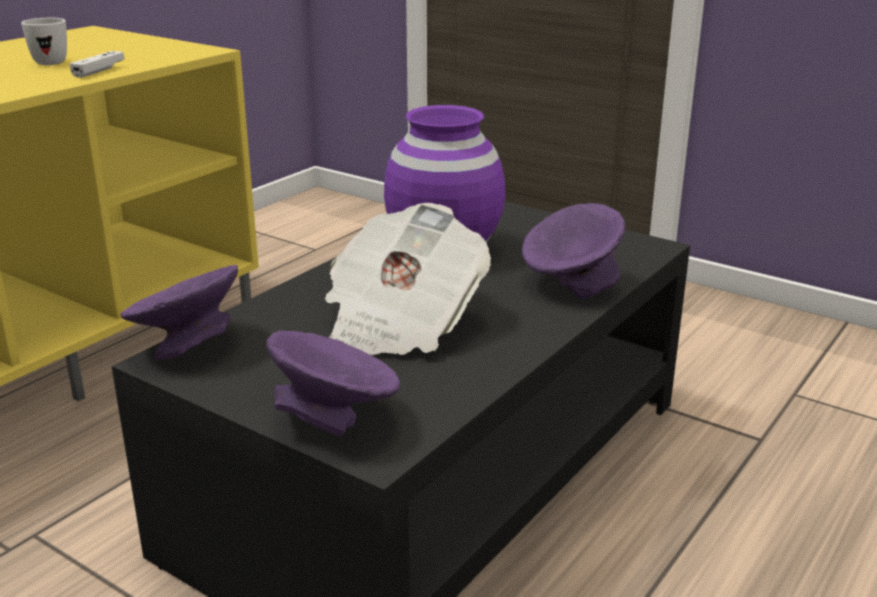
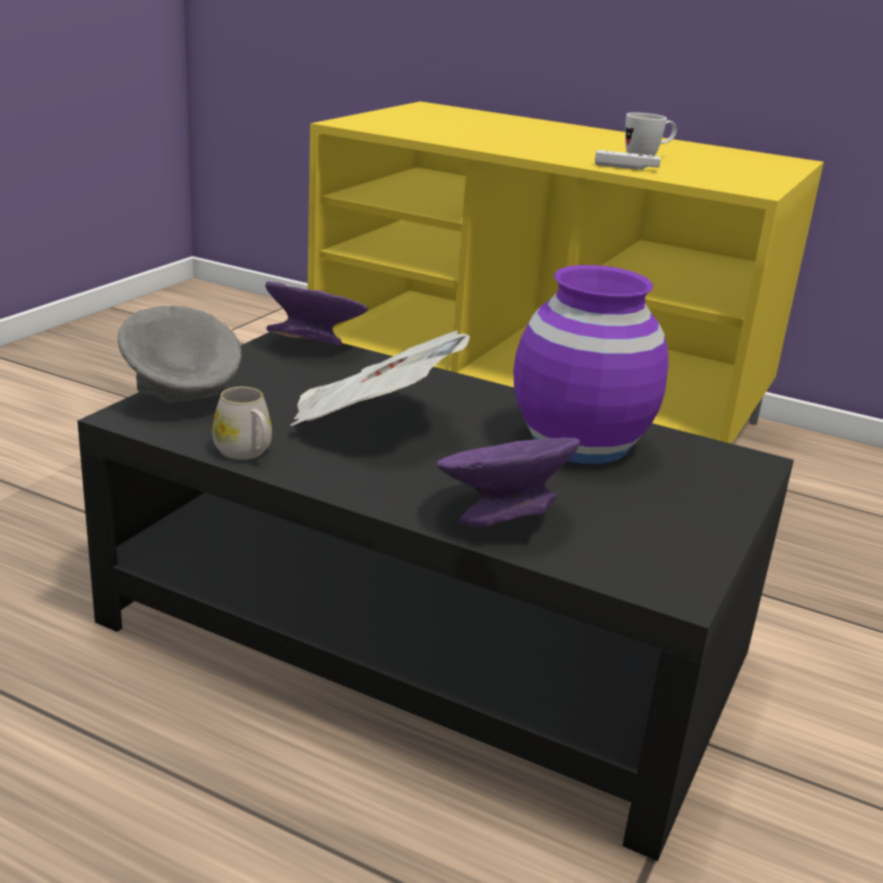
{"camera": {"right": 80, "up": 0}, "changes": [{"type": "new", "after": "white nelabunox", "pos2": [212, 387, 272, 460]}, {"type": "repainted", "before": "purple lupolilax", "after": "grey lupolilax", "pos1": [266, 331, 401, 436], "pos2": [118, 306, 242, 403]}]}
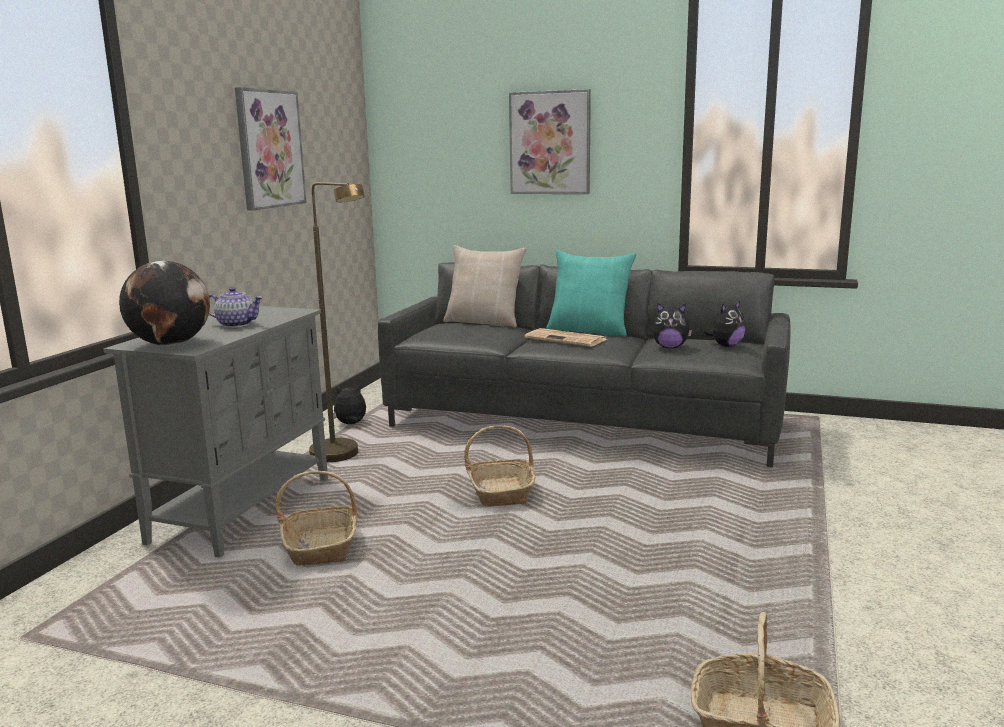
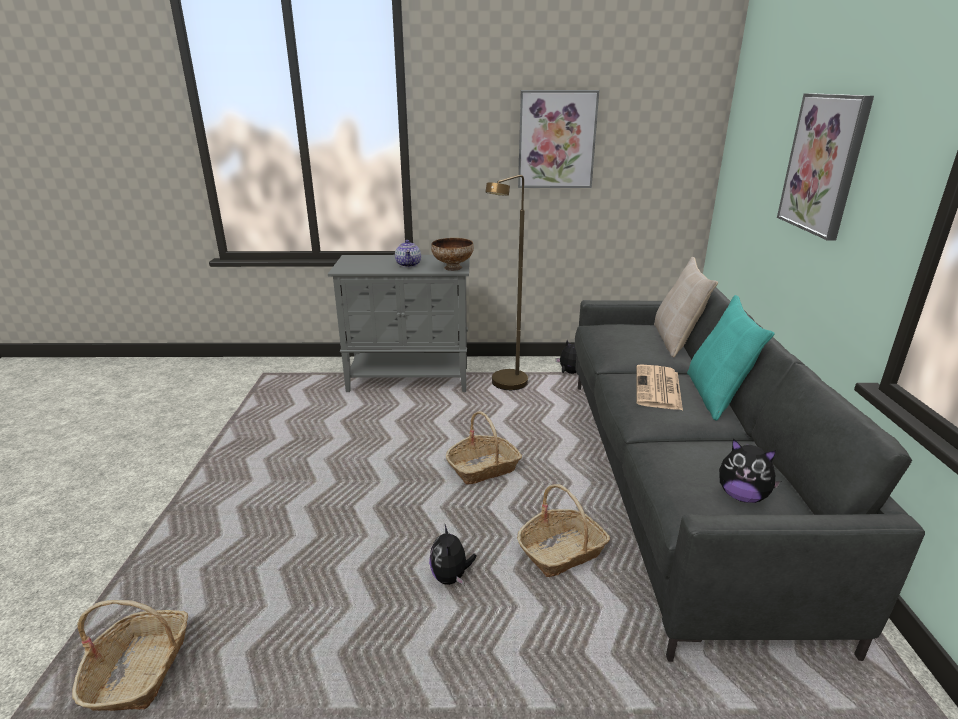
{"camera": {"right": 70, "up": 10}, "changes": [{"type": "gone", "before": "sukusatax", "pos1": [119, 261, 210, 346]}, {"type": "new", "after": "lupolilax", "pos2": [431, 238, 474, 271]}, {"type": "shifted", "before": "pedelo", "pos1": [275, 471, 358, 566], "pos2": [517, 484, 610, 577]}, {"type": "shifted", "before": "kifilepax", "pos1": [652, 303, 692, 348], "pos2": [429, 523, 476, 585]}]}
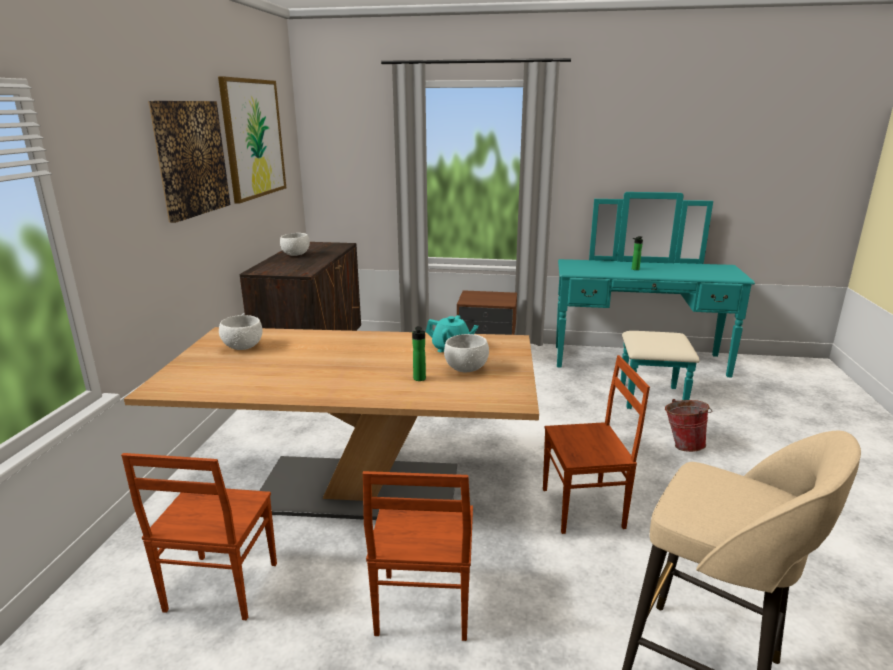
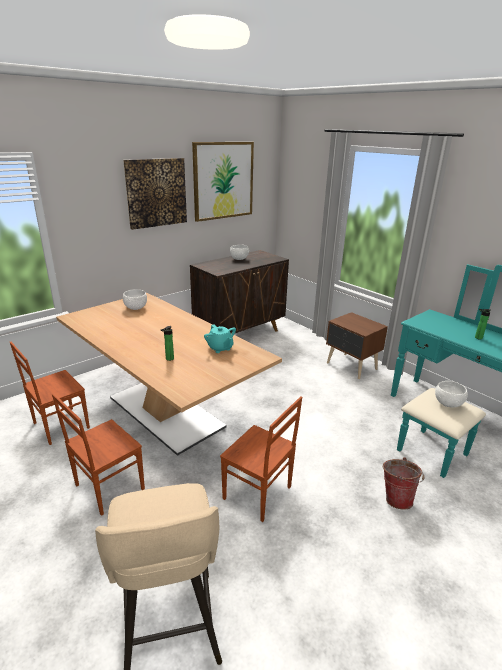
{"camera": {"right": 40, "up": 5}, "changes": [{"type": "shifted", "before": "white lupolilax", "pos1": [444, 334, 489, 372], "pos2": [435, 381, 468, 408]}]}
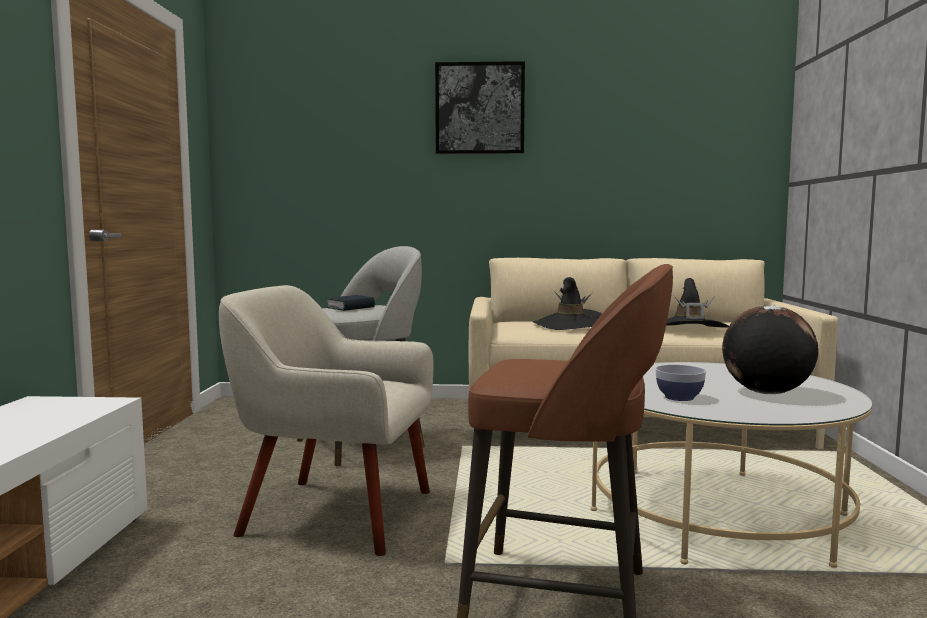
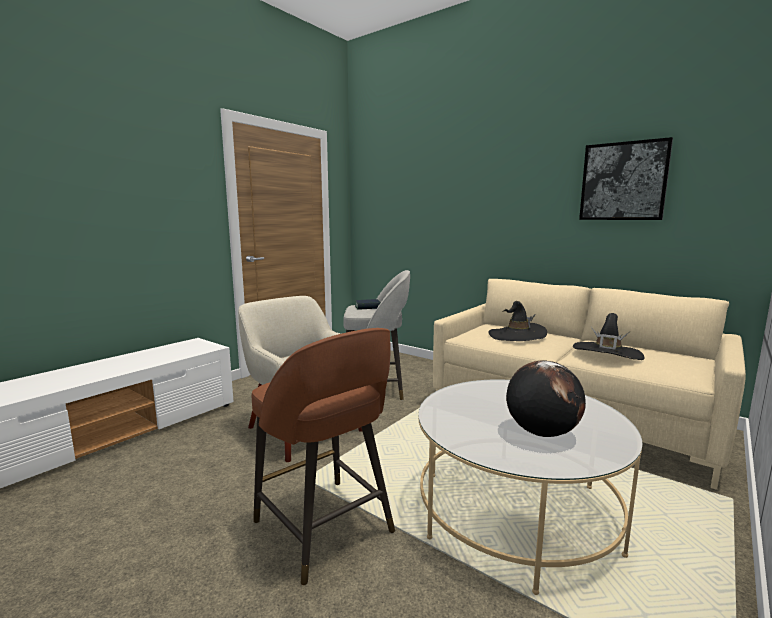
{"camera": {"right": 35, "up": 5}, "changes": [{"type": "gone", "before": "lupolilax", "pos1": [656, 365, 706, 401]}, {"type": "shifted", "before": "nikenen", "pos1": [435, 61, 525, 154], "pos2": [579, 137, 673, 220]}]}
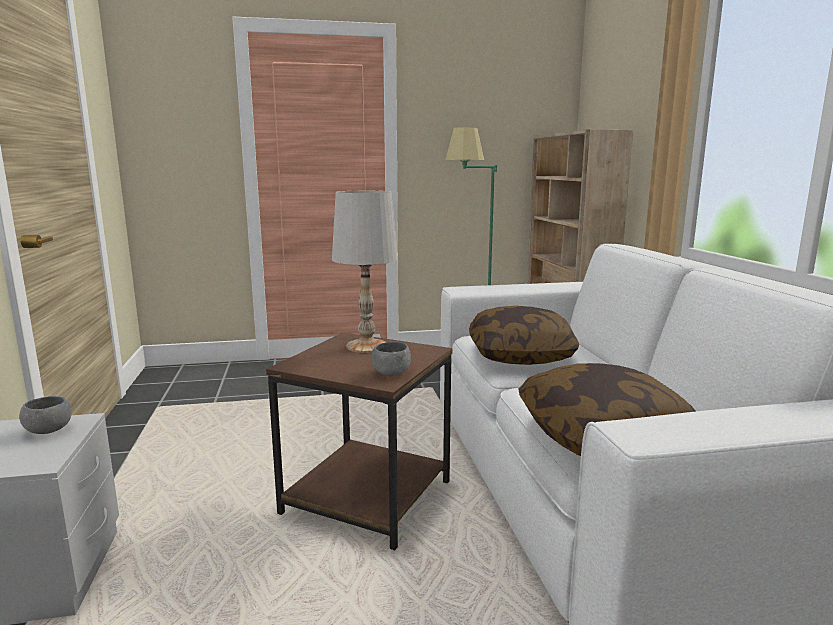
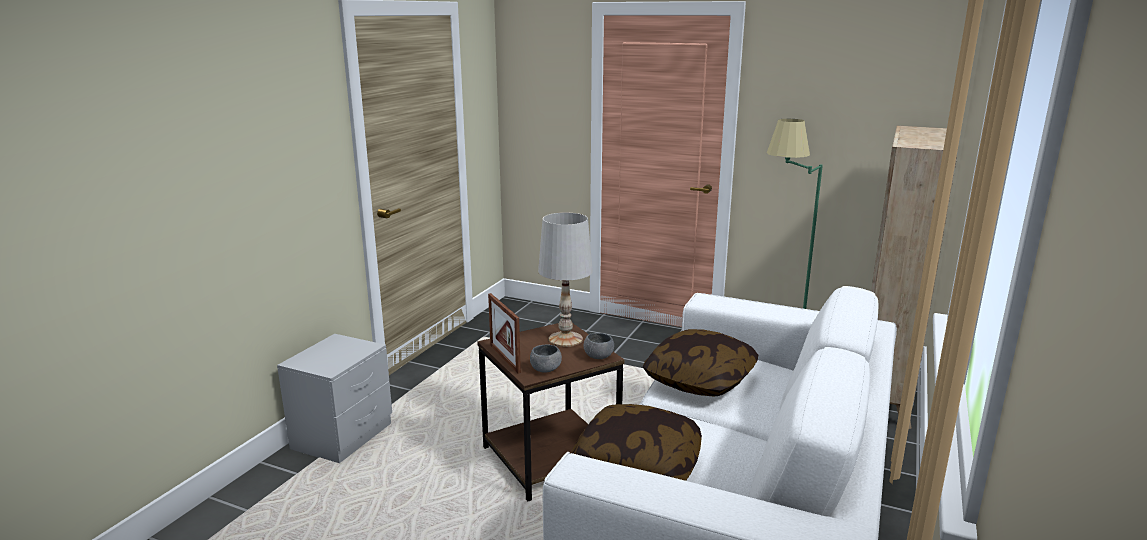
{"camera": {"right": 35, "up": 5}, "changes": [{"type": "new", "after": "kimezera", "pos2": [488, 293, 521, 374]}, {"type": "shifted", "before": "grey lupolilax", "pos1": [19, 396, 72, 434], "pos2": [584, 333, 614, 359]}]}
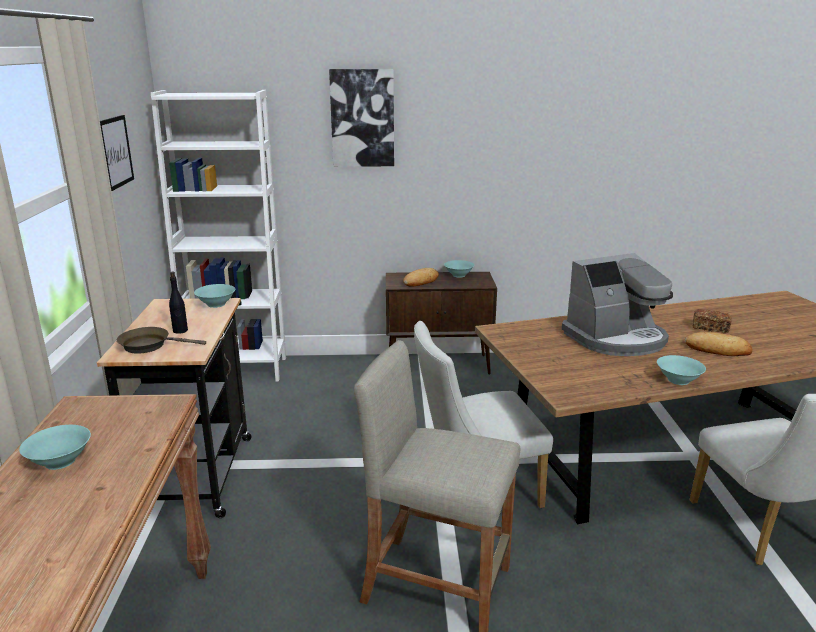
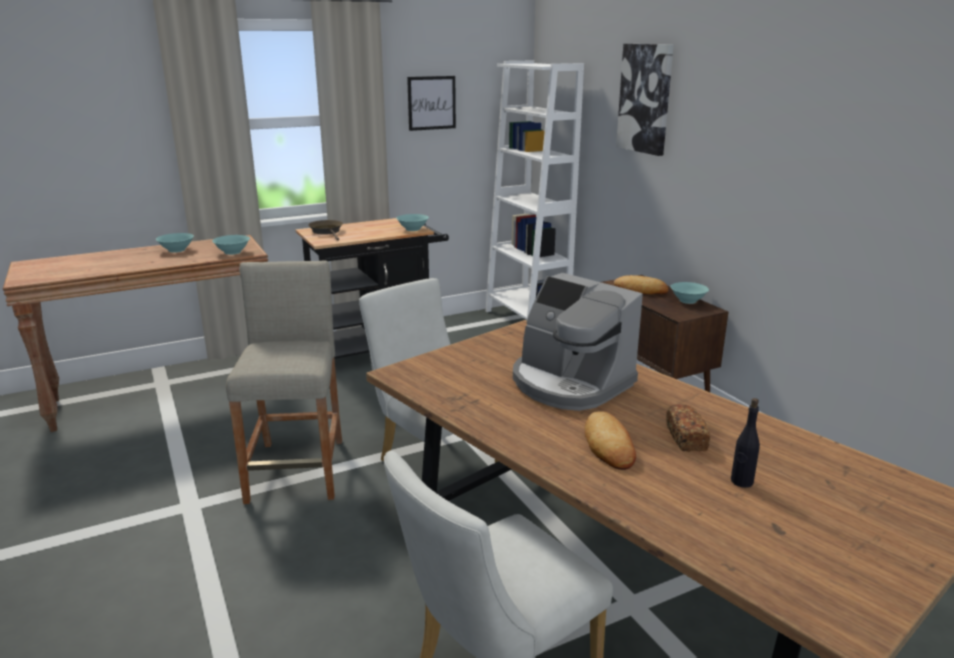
{"camera": {"right": 65, "up": 0}, "changes": [{"type": "shifted", "before": "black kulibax", "pos1": [169, 272, 188, 334], "pos2": [731, 398, 760, 488]}, {"type": "shifted", "before": "turquoise lupolilax", "pos1": [657, 355, 706, 385], "pos2": [212, 235, 250, 255]}]}
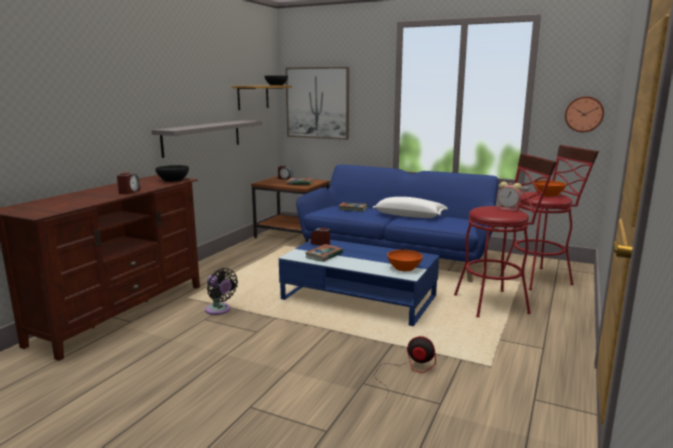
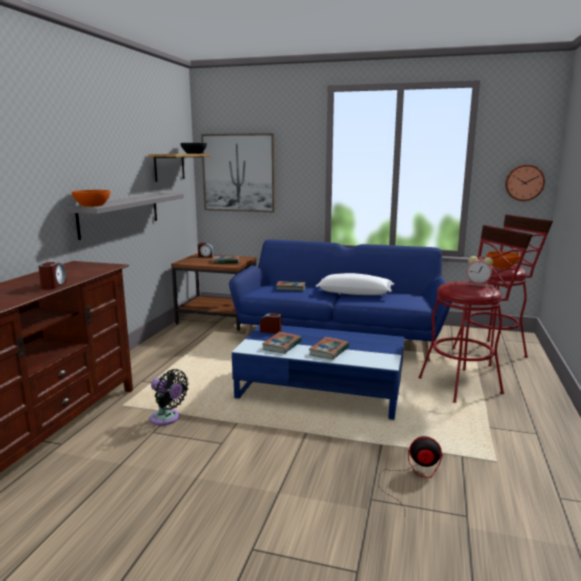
{"camera": {"right": -10, "up": 0}, "changes": [{"type": "gone", "before": "black lupolilax", "pos1": [155, 165, 189, 182]}, {"type": "new", "after": "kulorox", "pos2": [309, 337, 349, 360]}, {"type": "shifted", "before": "orange lupolilax", "pos1": [387, 250, 423, 271], "pos2": [71, 190, 110, 207]}]}
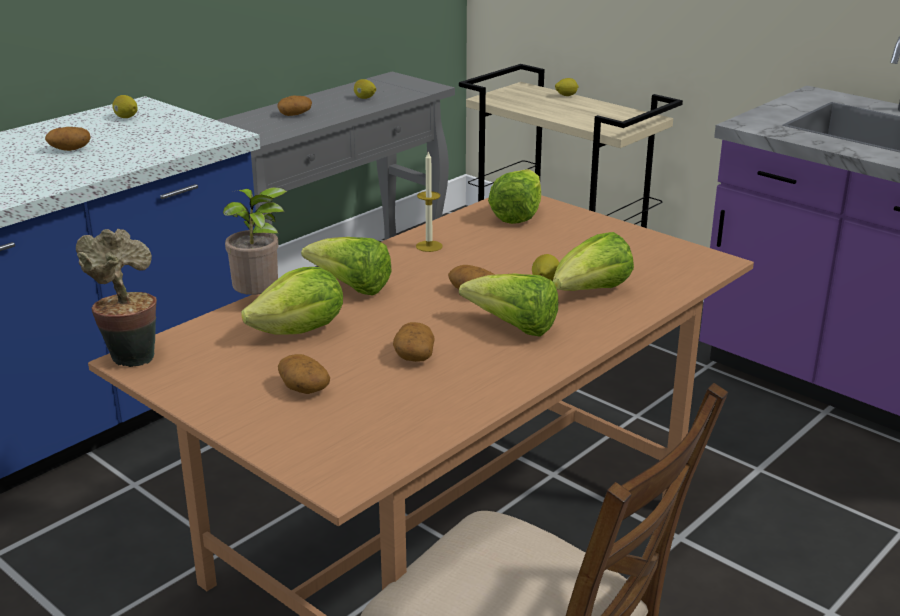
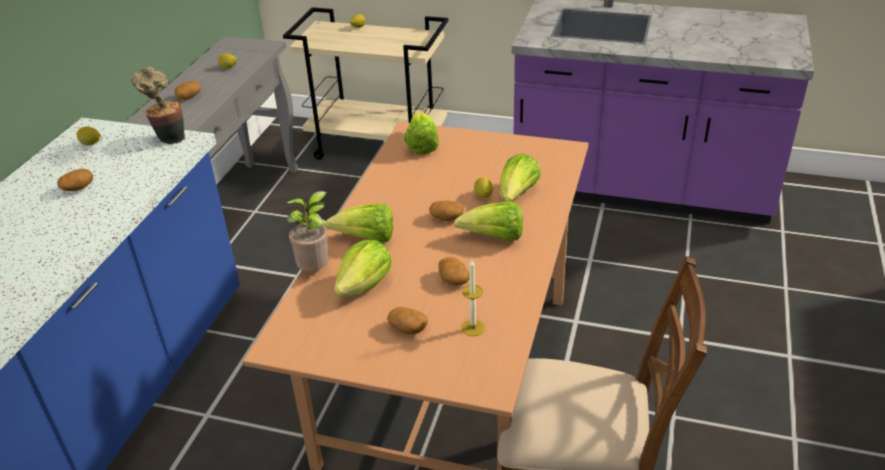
{"camera": {"right": -25, "up": 10}, "changes": [{"type": "shifted", "before": "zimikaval", "pos1": [76, 229, 157, 367], "pos2": [131, 66, 185, 144]}, {"type": "shifted", "before": "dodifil", "pos1": [416, 151, 442, 252], "pos2": [462, 260, 485, 336]}]}
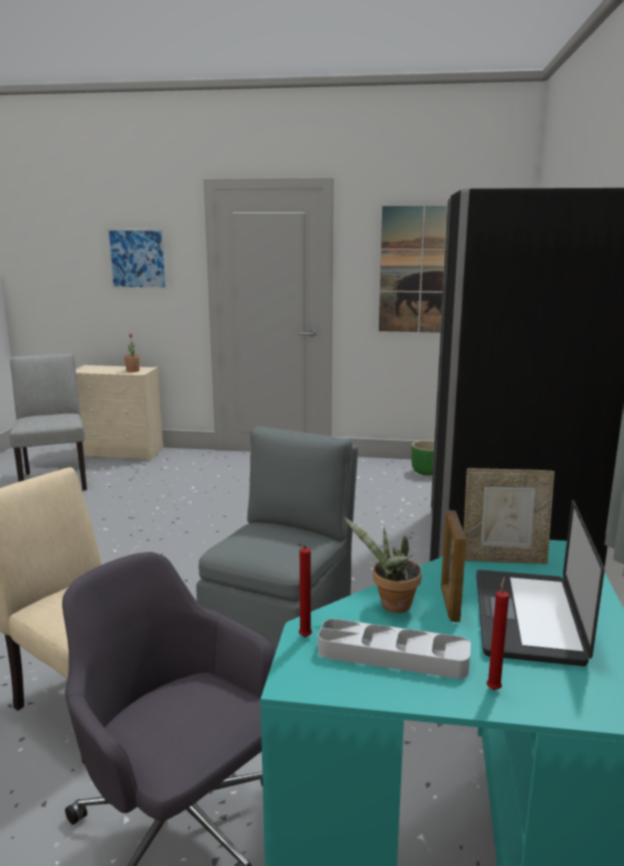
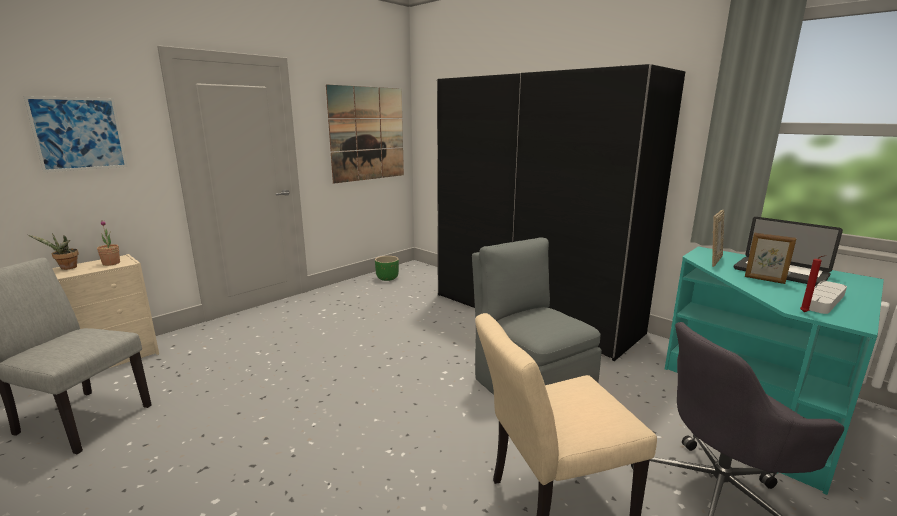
{"camera": {"right": -55, "up": 0}, "changes": [{"type": "gone", "before": "red dodifil", "pos1": [487, 576, 509, 690]}, {"type": "shifted", "before": "zimikaval", "pos1": [344, 517, 422, 613], "pos2": [28, 233, 79, 270]}]}
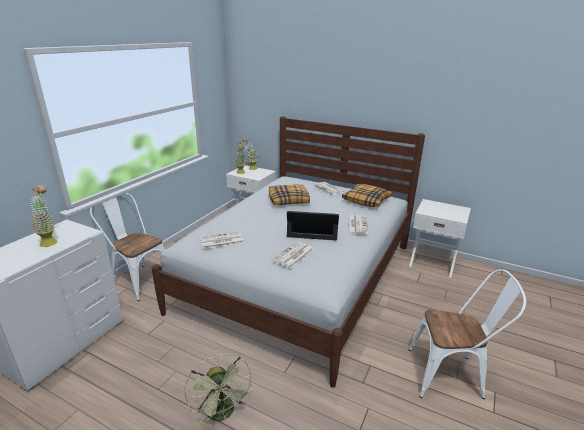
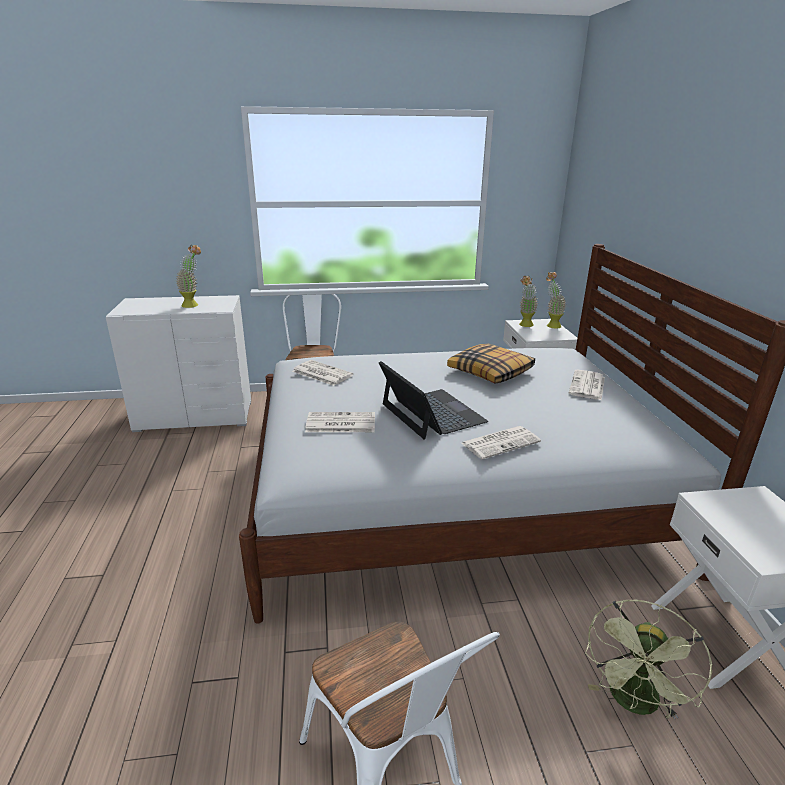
{"camera": {"right": 55, "up": 0}, "changes": [{"type": "gone", "before": "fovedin", "pos1": [342, 184, 392, 207]}, {"type": "shifted", "before": "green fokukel", "pos1": [185, 354, 253, 427], "pos2": [585, 600, 713, 719]}]}
